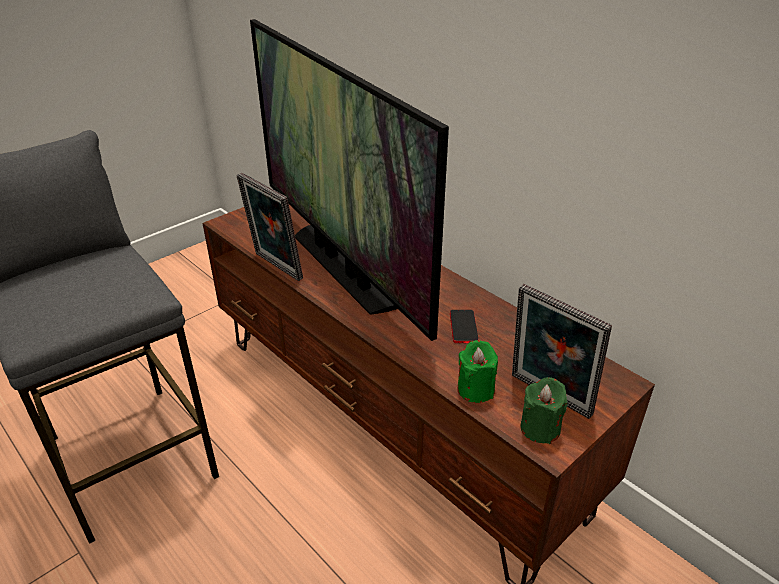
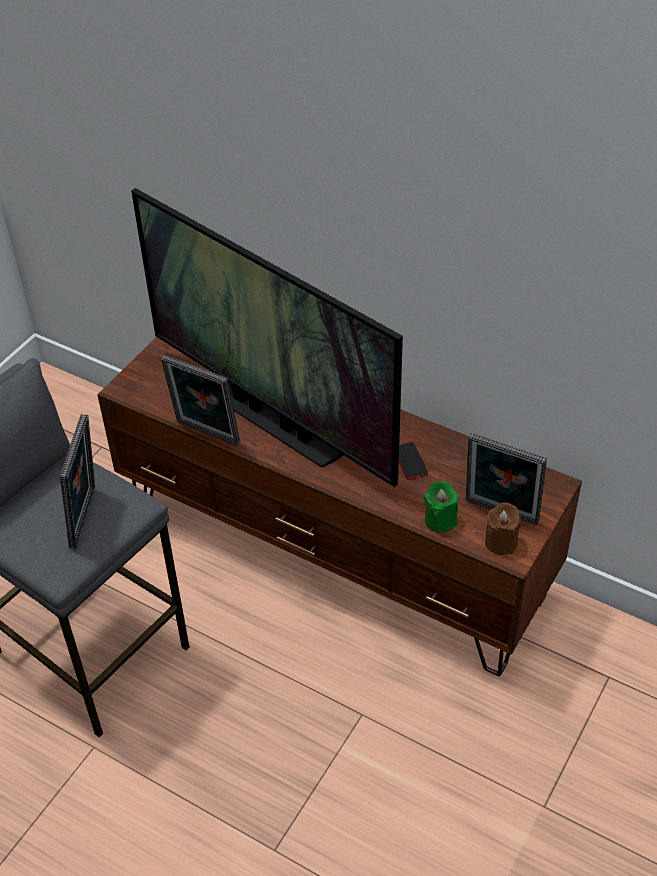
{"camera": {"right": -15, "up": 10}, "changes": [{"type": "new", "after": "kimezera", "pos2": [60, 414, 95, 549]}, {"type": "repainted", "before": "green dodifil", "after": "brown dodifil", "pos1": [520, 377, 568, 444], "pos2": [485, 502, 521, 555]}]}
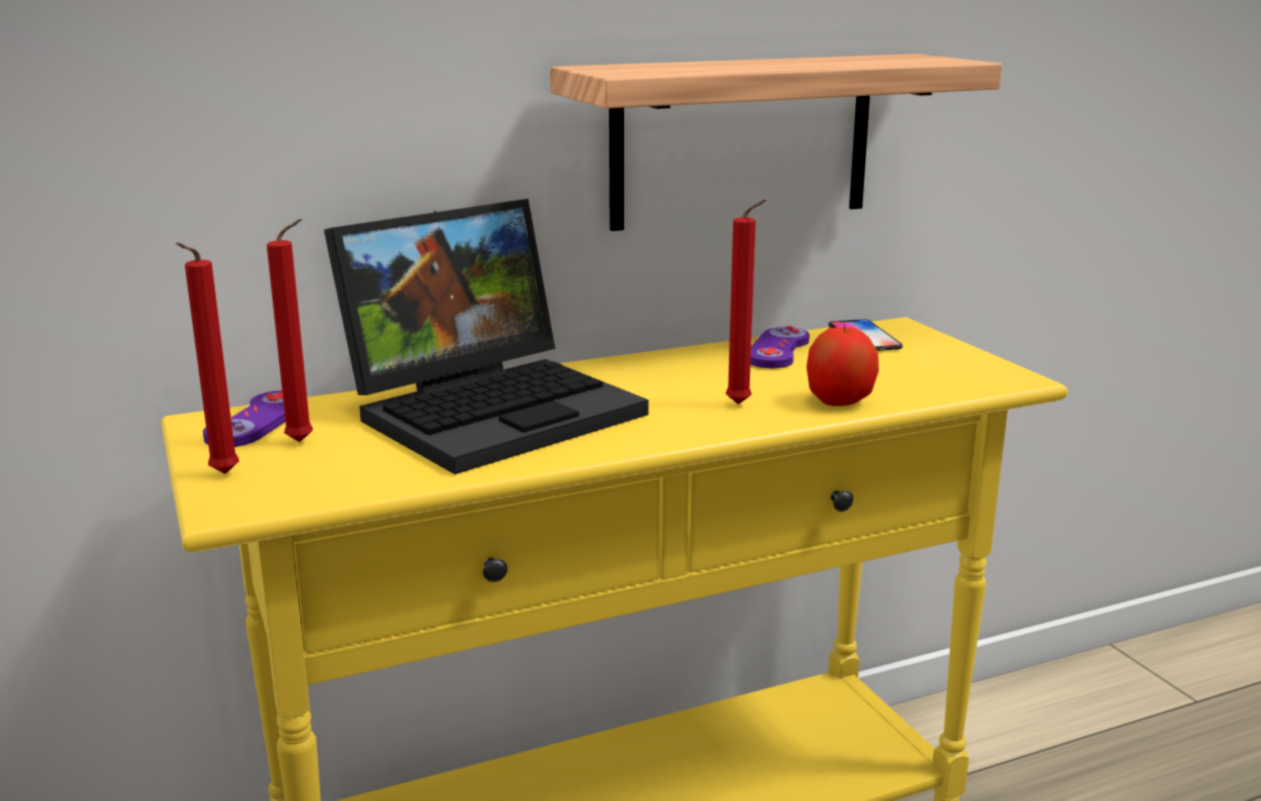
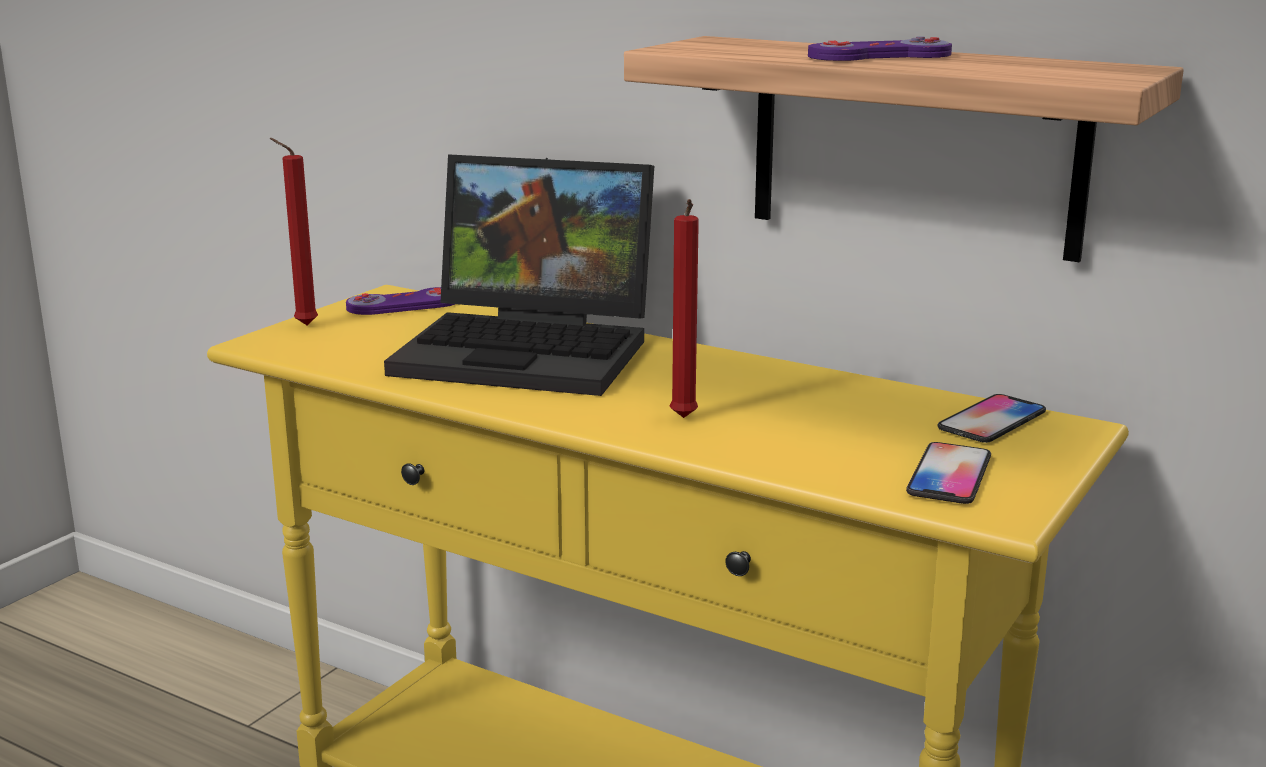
{"camera": {"right": 55, "up": 0}, "changes": [{"type": "gone", "before": "red dodifil", "pos1": [267, 219, 313, 442]}, {"type": "gone", "before": "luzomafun", "pos1": [806, 324, 879, 406]}, {"type": "new", "after": "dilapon", "pos2": [906, 442, 991, 504]}, {"type": "shifted", "before": "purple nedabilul", "pos1": [750, 326, 810, 368], "pos2": [808, 36, 952, 61]}]}
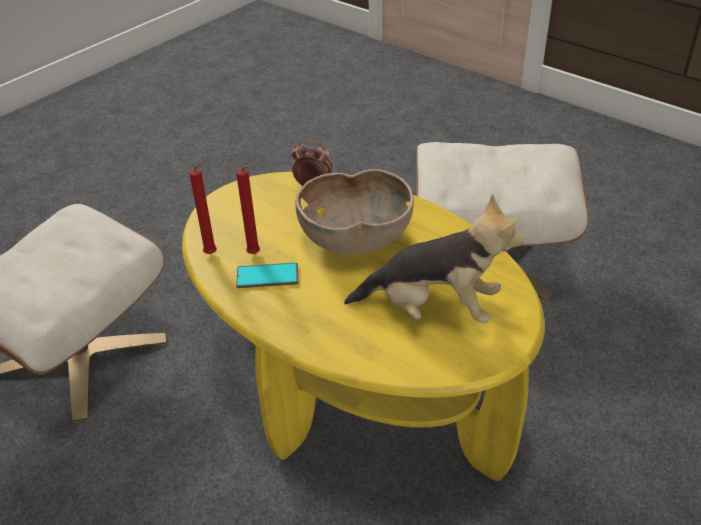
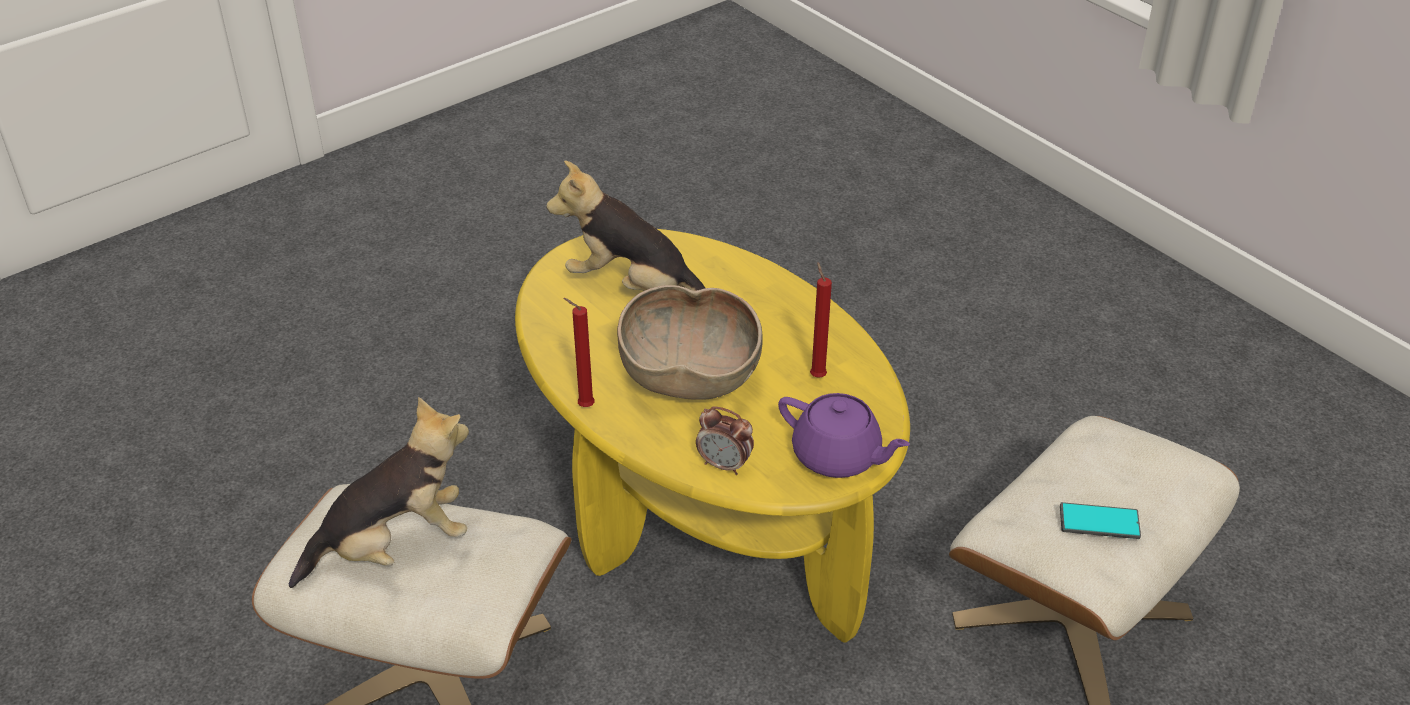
{"camera": {"right": -170, "up": 0}, "changes": [{"type": "new", "after": "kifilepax", "pos2": [289, 397, 469, 588]}, {"type": "new", "after": "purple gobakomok", "pos2": [778, 393, 910, 478]}, {"type": "shifted", "before": "red dodifil", "pos1": [189, 161, 217, 254], "pos2": [564, 298, 595, 407]}, {"type": "shifted", "before": "dilapon", "pos1": [236, 263, 299, 288], "pos2": [1060, 502, 1141, 539]}]}
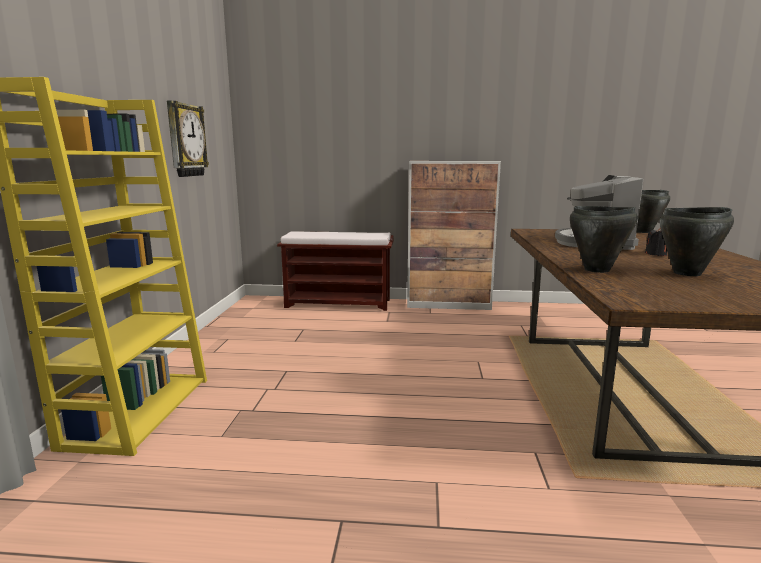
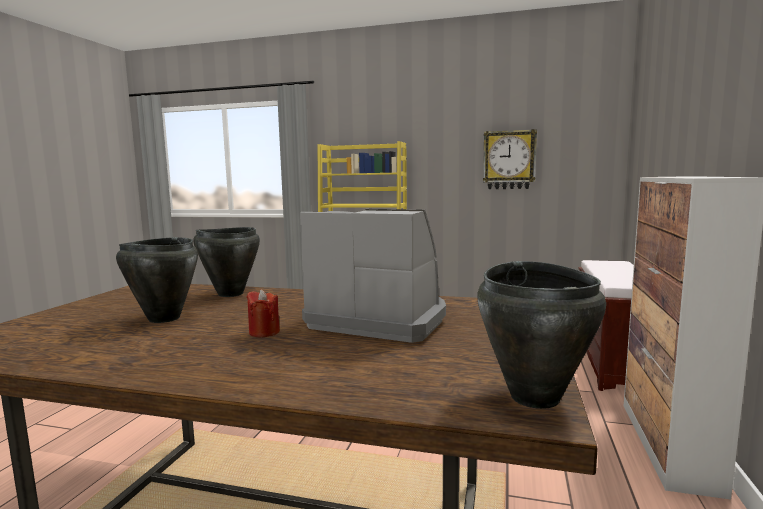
{"camera": {"right": 100, "up": -5}, "changes": [{"type": "repainted", "before": "black dodifil", "after": "red dodifil", "pos1": [645, 228, 667, 256], "pos2": [246, 289, 280, 337]}]}
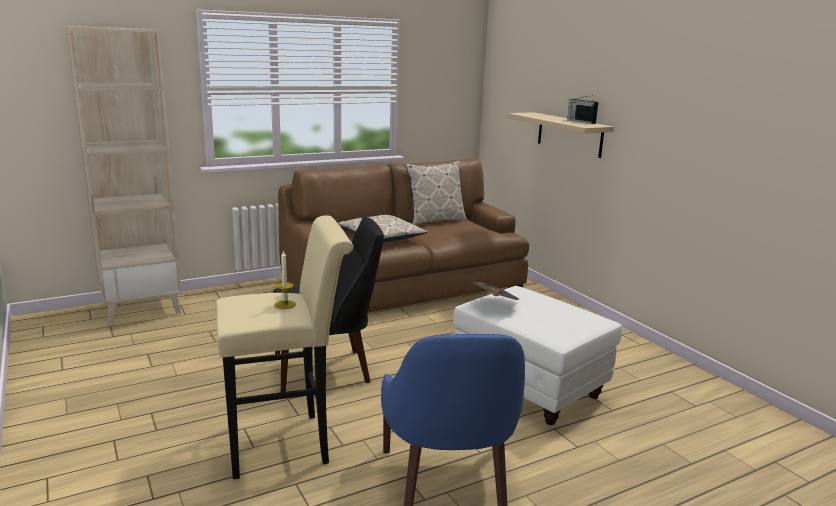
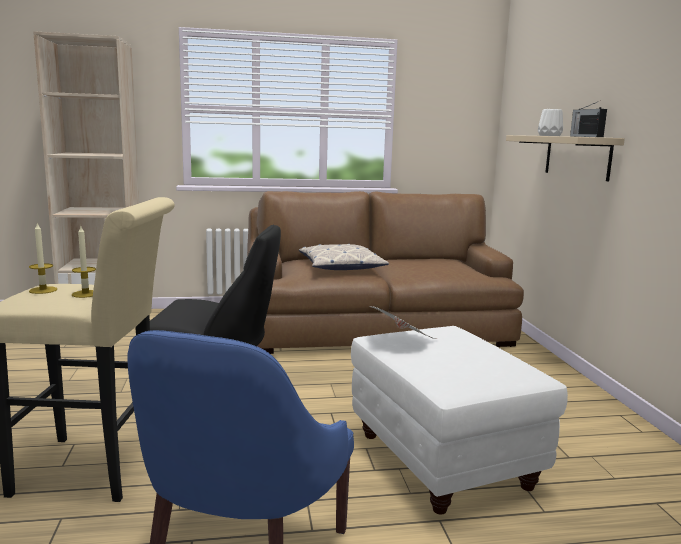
{"camera": {"right": 20, "up": -5}, "changes": [{"type": "gone", "before": "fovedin", "pos1": [405, 161, 467, 225]}, {"type": "new", "after": "dodifil", "pos2": [29, 223, 57, 294]}, {"type": "new", "after": "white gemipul", "pos2": [538, 109, 563, 136]}]}
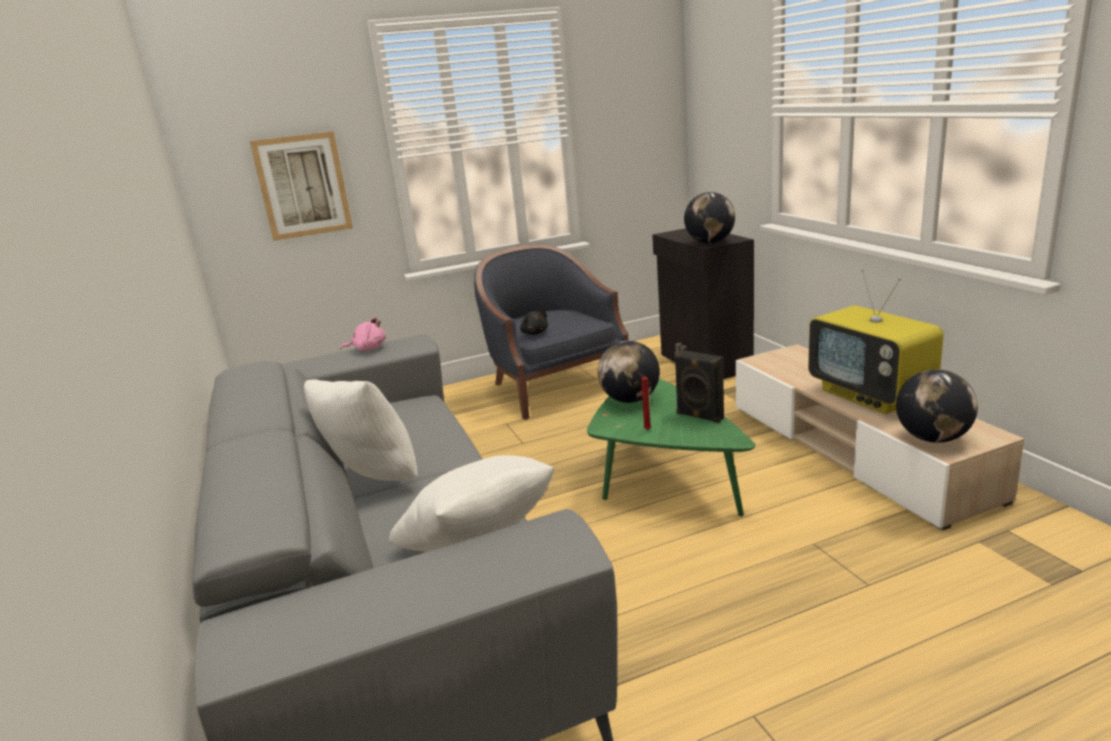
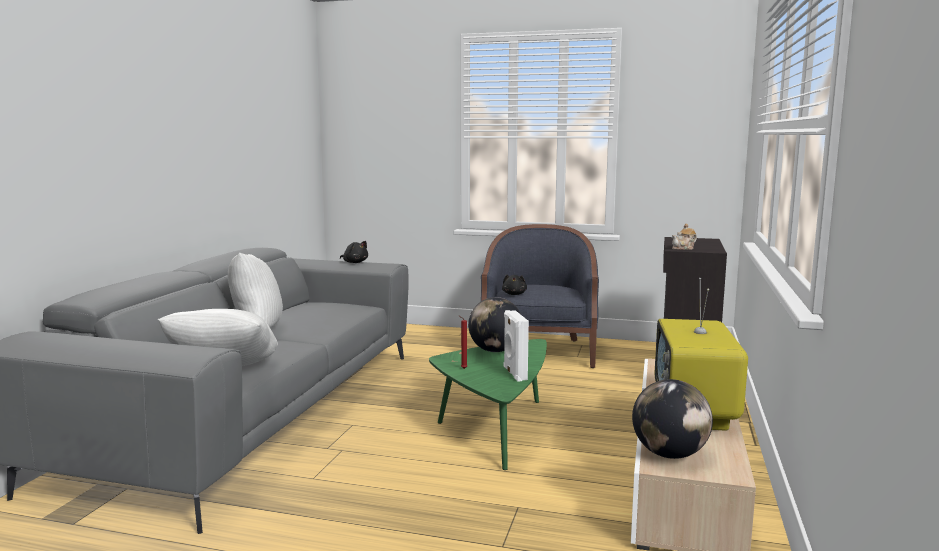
{"camera": {"right": 35, "up": -10}, "changes": [{"type": "gone", "before": "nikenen", "pos1": [250, 131, 353, 241]}, {"type": "swapped", "before": "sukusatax", "after": "gobakomok", "pos1": [684, 192, 735, 244], "pos2": [672, 224, 697, 250]}, {"type": "repainted", "before": "pink kifilepax", "after": "black kifilepax", "pos1": [340, 317, 386, 351], "pos2": [340, 241, 368, 263]}, {"type": "repainted", "before": "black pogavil", "after": "white pogavil", "pos1": [674, 350, 724, 423], "pos2": [504, 310, 529, 382]}]}
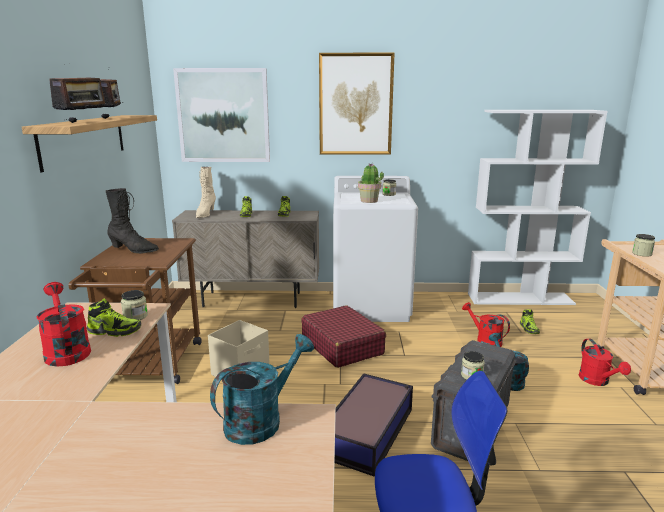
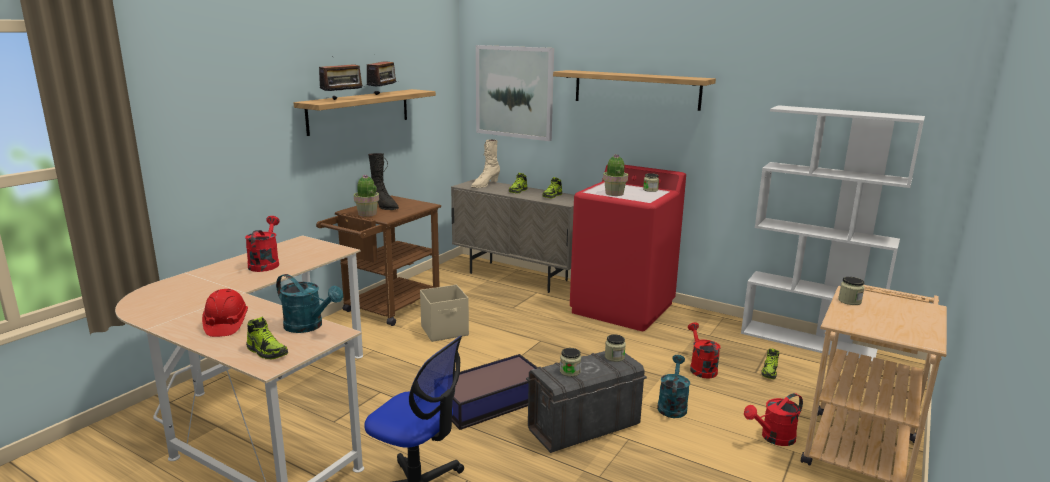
{"camera": {"right": 30, "up": 0}, "changes": [{"type": "gone", "before": "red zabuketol", "pos1": [301, 305, 386, 368]}, {"type": "new", "after": "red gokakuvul", "pos2": [202, 289, 248, 337]}, {"type": "new", "after": "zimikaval", "pos2": [354, 174, 379, 217]}, {"type": "shifted", "before": "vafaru", "pos1": [87, 298, 141, 337], "pos2": [246, 317, 288, 359]}, {"type": "shifted", "before": "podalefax", "pos1": [121, 290, 148, 320], "pos2": [605, 334, 626, 362]}, {"type": "swapped", "before": "nikenen", "after": "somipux", "pos1": [319, 53, 395, 155], "pos2": [553, 70, 716, 111]}, {"type": "repainted", "before": "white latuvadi", "after": "red latuvadi", "pos1": [333, 176, 418, 322], "pos2": [570, 164, 686, 331]}, {"type": "rotated", "before": "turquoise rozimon", "pos1": [210, 334, 314, 445], "pos2": [276, 274, 343, 333], "turn": 45}, {"type": "rotated", "before": "red rozimon", "pos1": [579, 339, 631, 386], "pos2": [744, 393, 803, 446], "turn": 45}]}
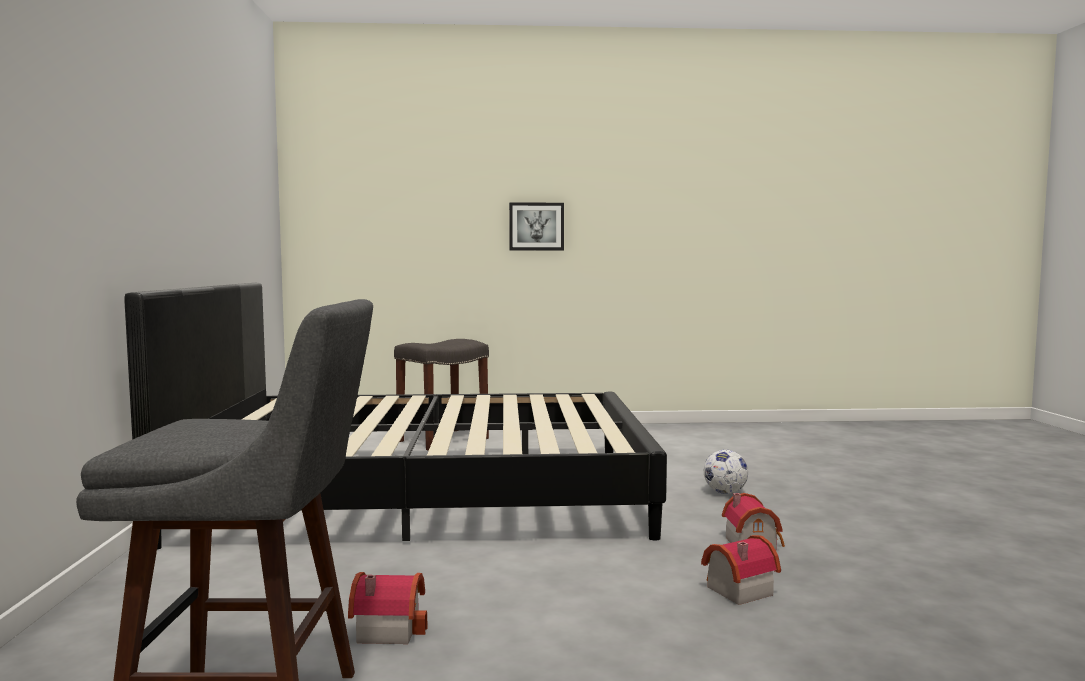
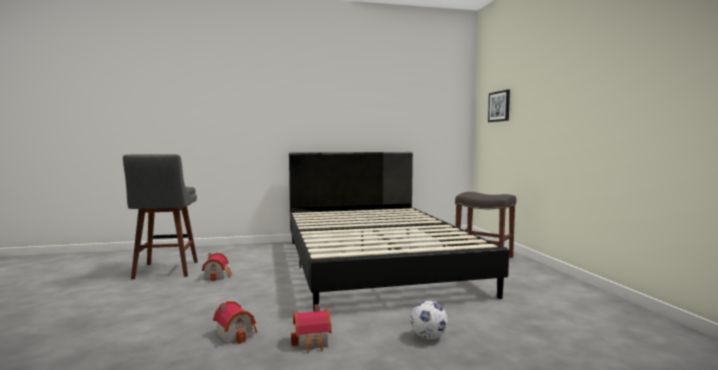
{"camera": {"right": 80, "up": 0}, "changes": [{"type": "shifted", "before": "nikenen", "pos1": [509, 202, 564, 250], "pos2": [488, 90, 510, 122]}]}
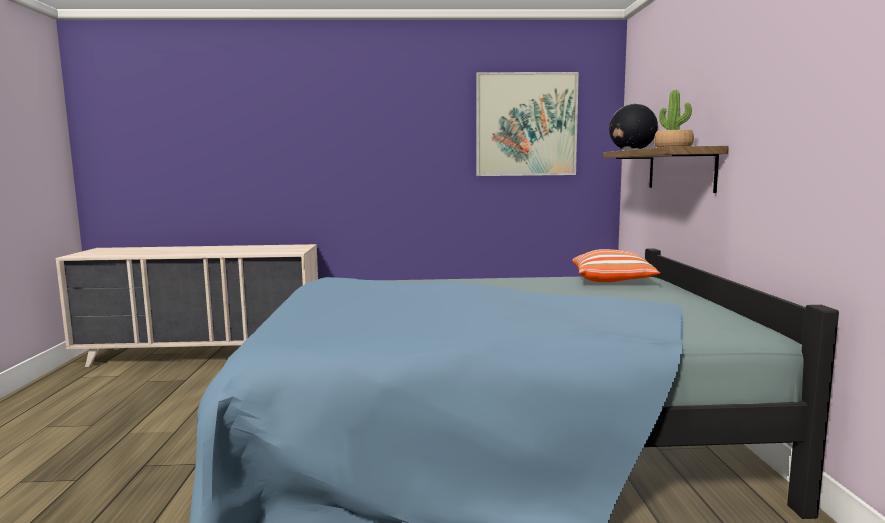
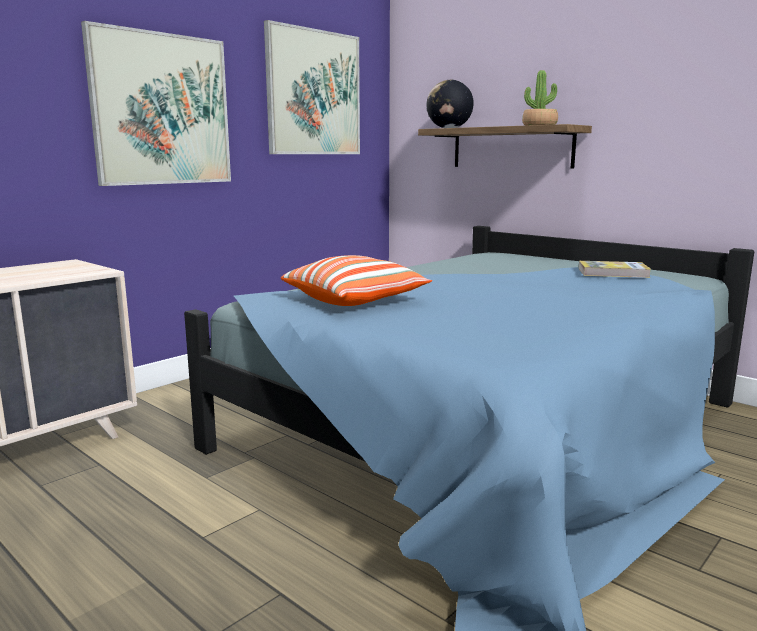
{"camera": {"right": -45, "up": 5}, "changes": [{"type": "new", "after": "nikenen", "pos2": [81, 21, 231, 186]}, {"type": "new", "after": "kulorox", "pos2": [579, 261, 651, 278]}, {"type": "shifted", "before": "fovedin", "pos1": [572, 249, 661, 282], "pos2": [281, 255, 432, 306]}]}
